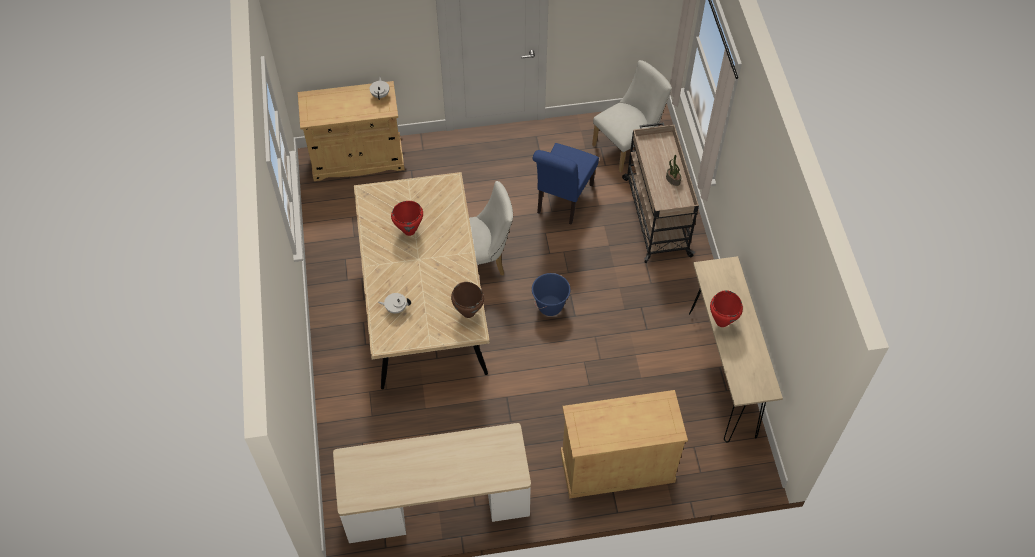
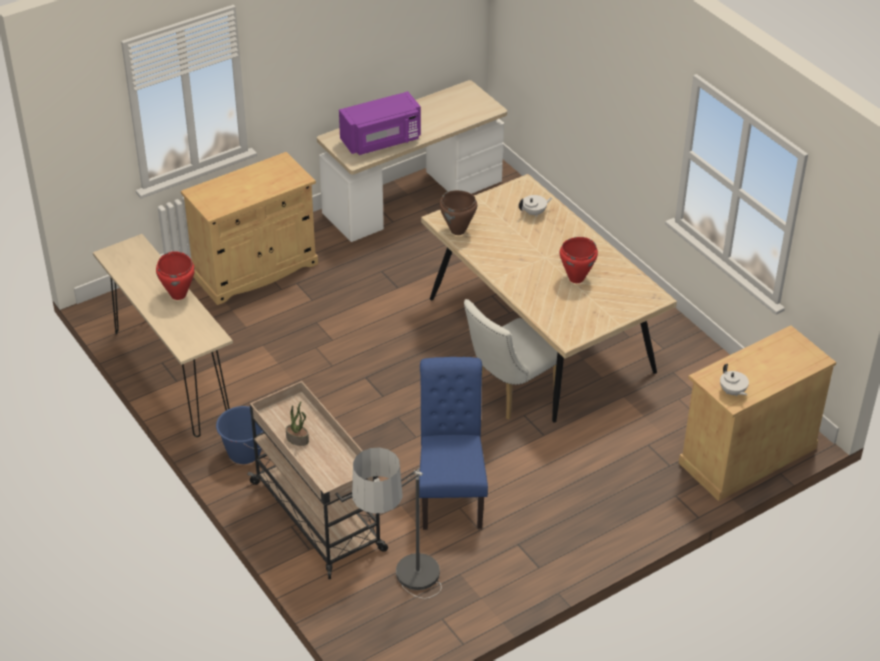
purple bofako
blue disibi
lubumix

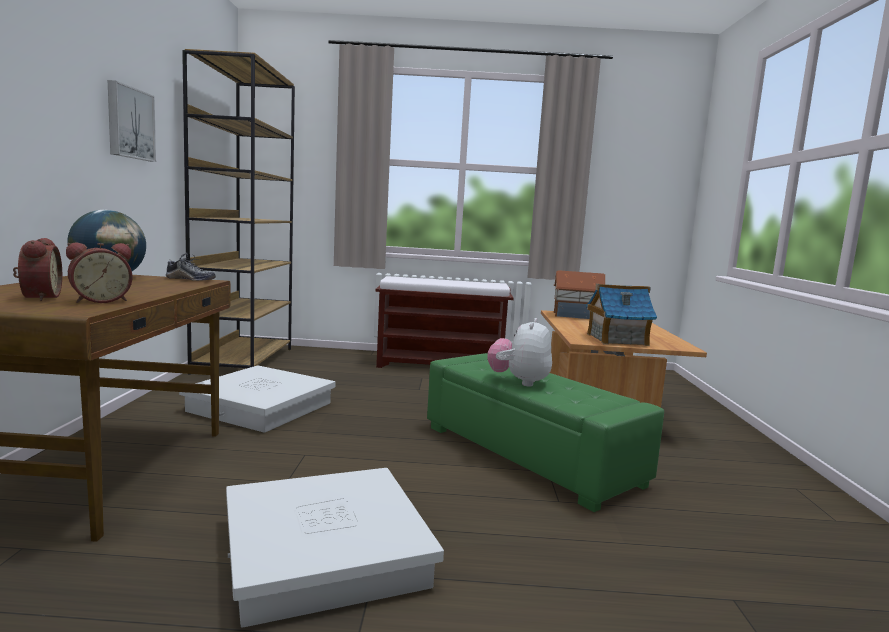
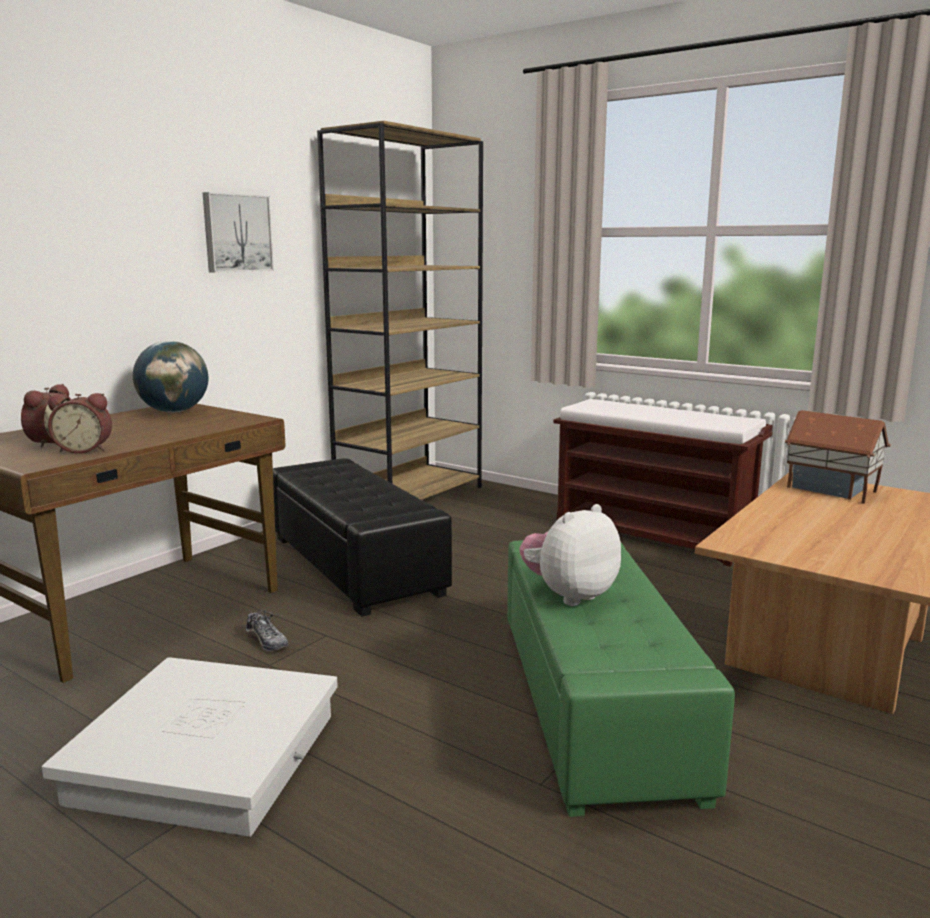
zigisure (2nd from left in the first image)
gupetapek
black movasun

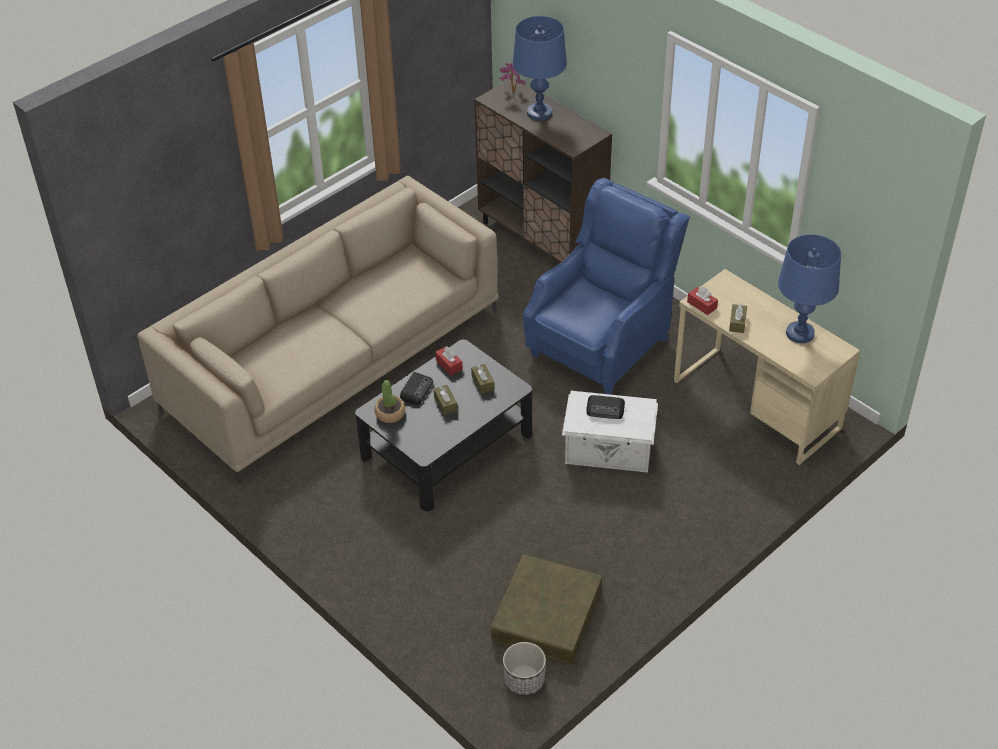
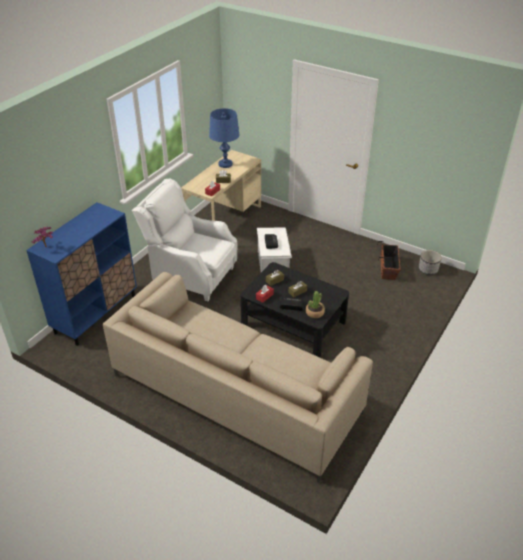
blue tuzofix (1st from left in the first image)
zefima (1st from left)
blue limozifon
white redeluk

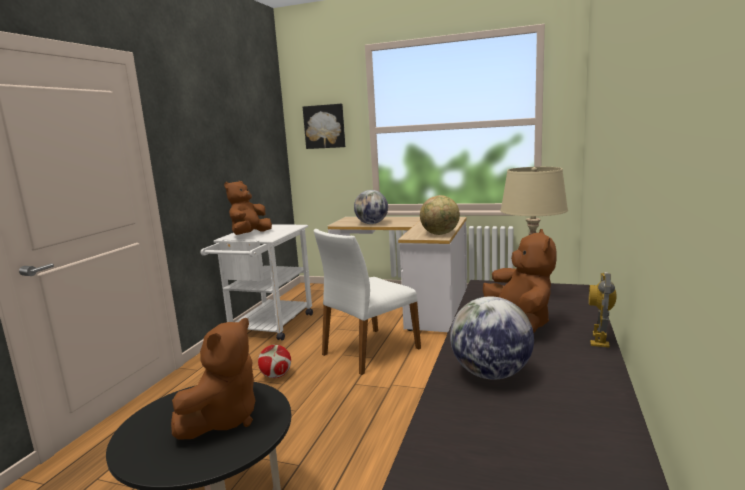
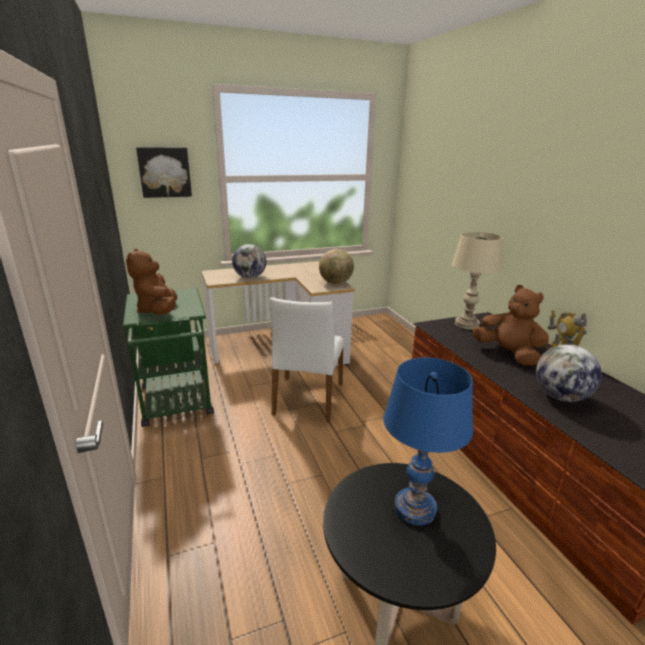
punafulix
blue tuzofix
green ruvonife

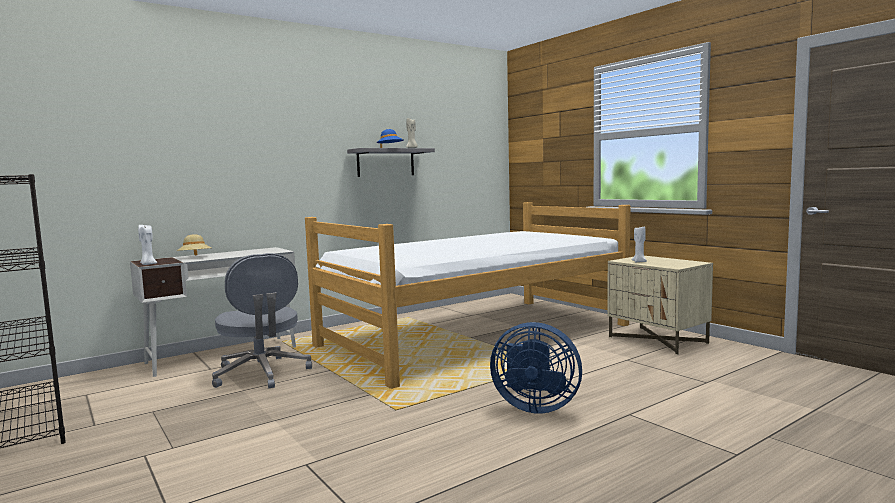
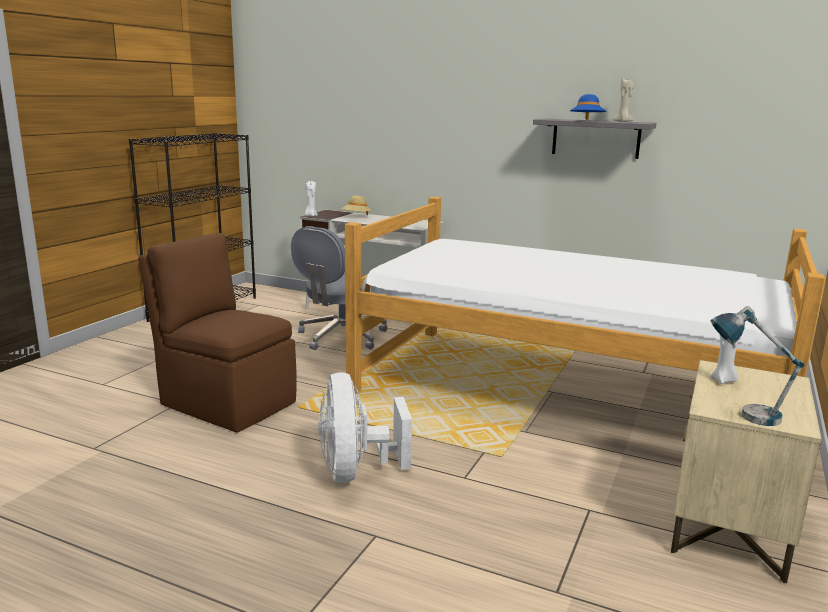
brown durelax
tuzofix
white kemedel

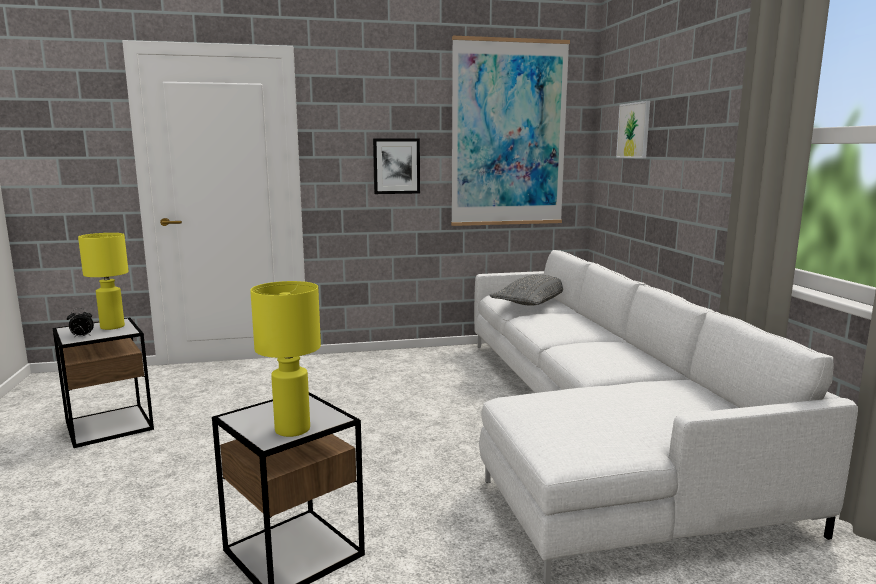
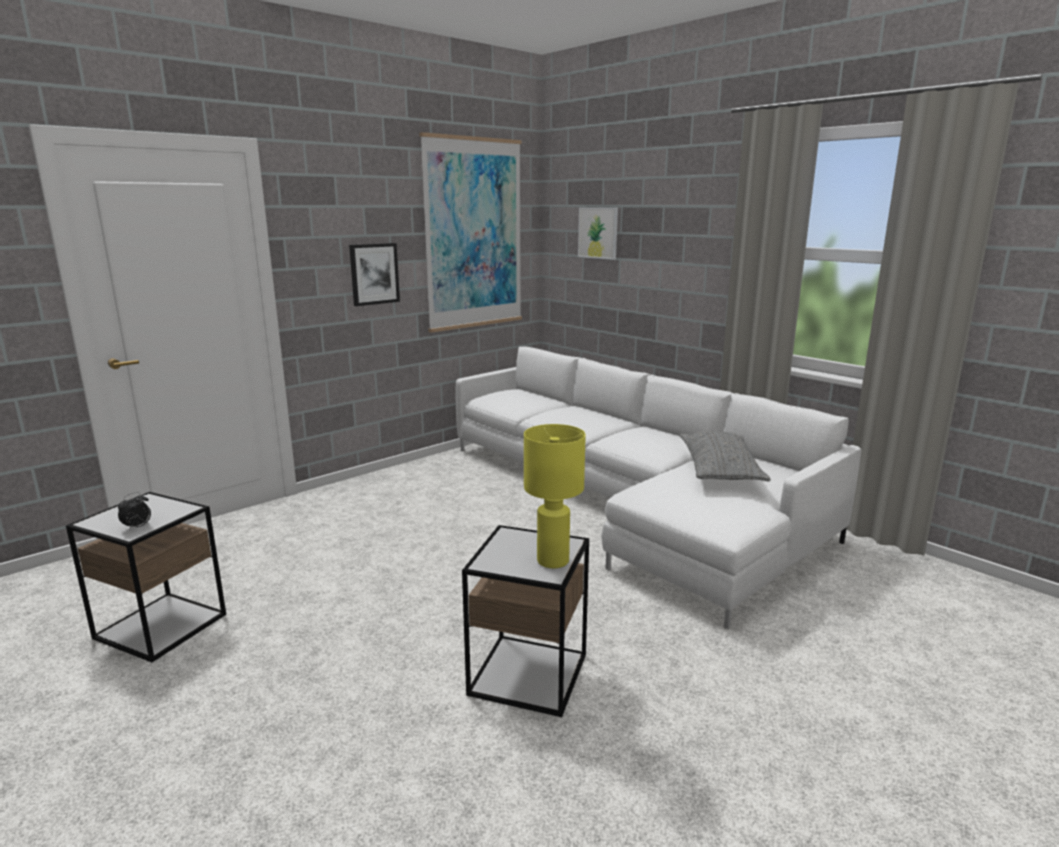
yellow tuzofix (1st from left in the first image)
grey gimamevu

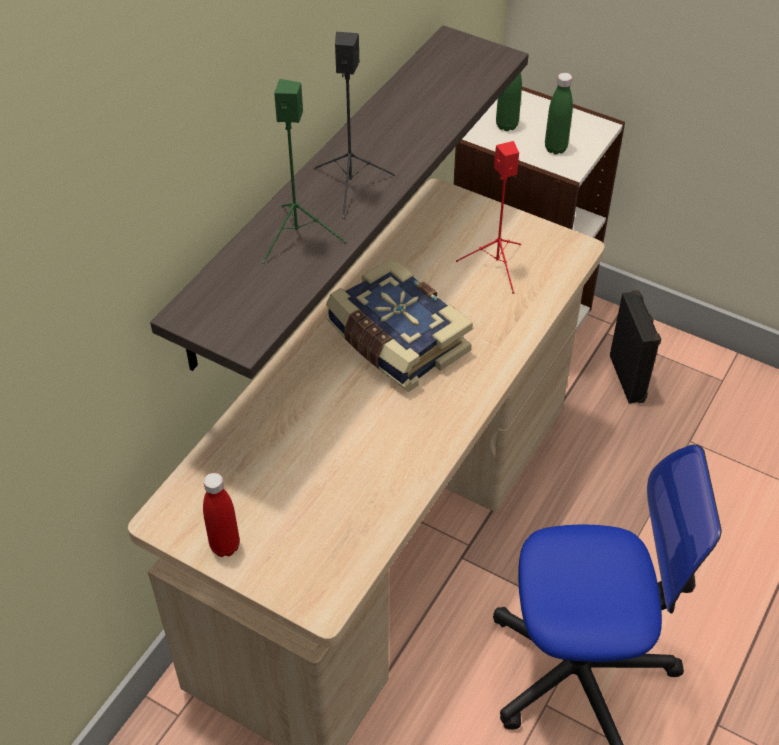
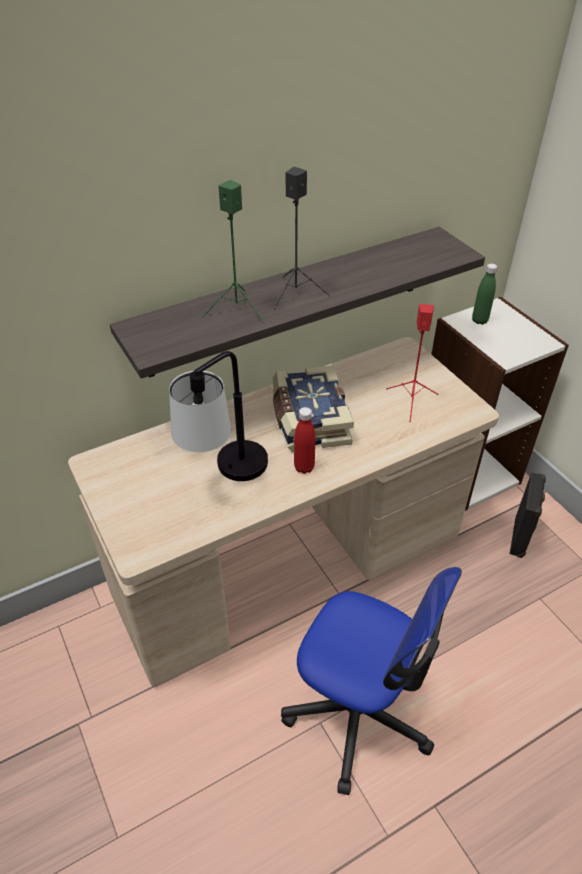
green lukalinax (2nd from left in the first image)
tuzofix
red lukalinax

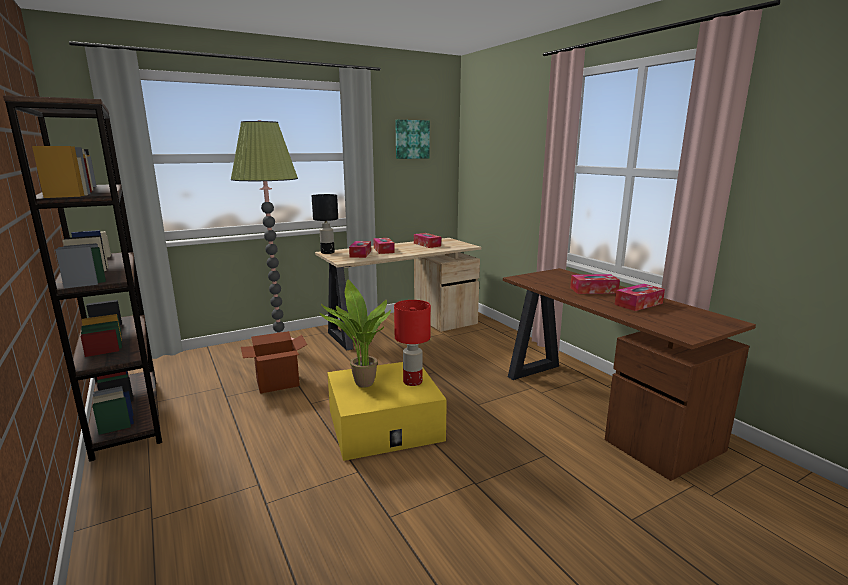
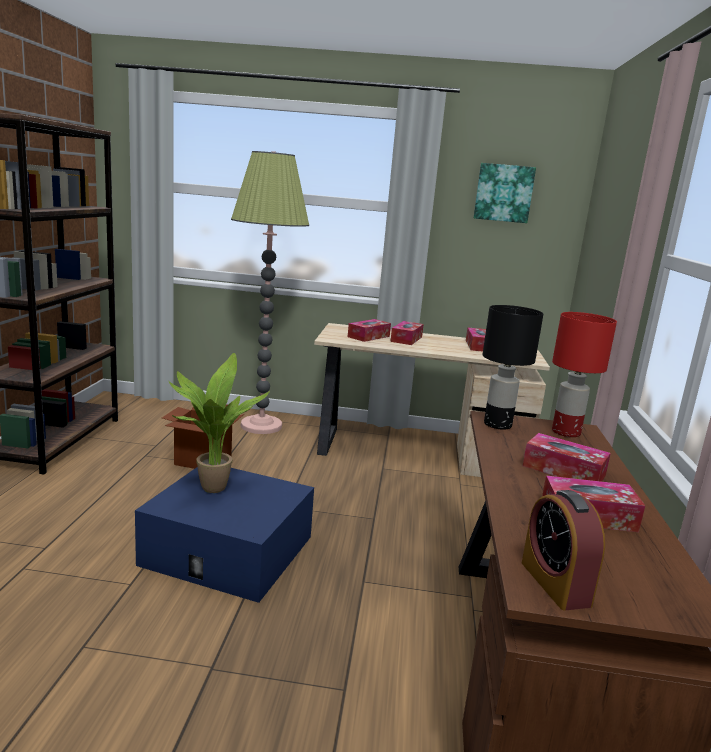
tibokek
black tuzofix
red tuzofix
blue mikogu

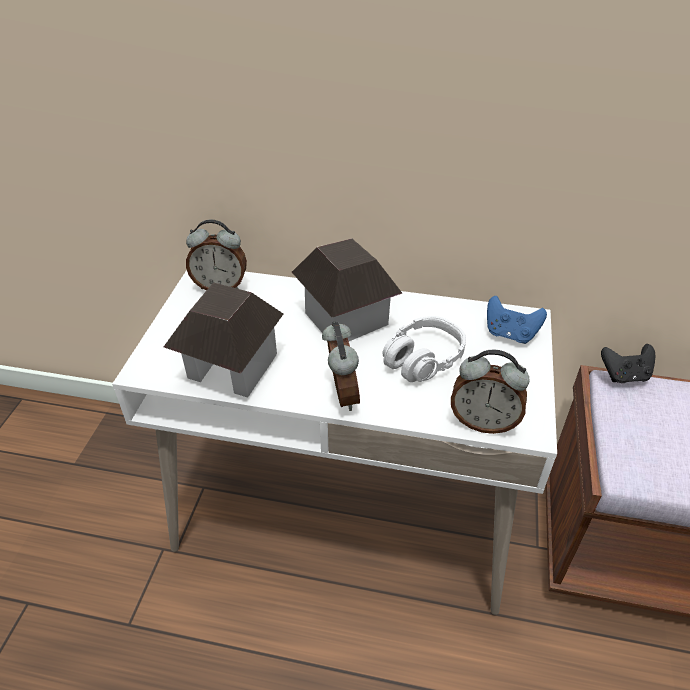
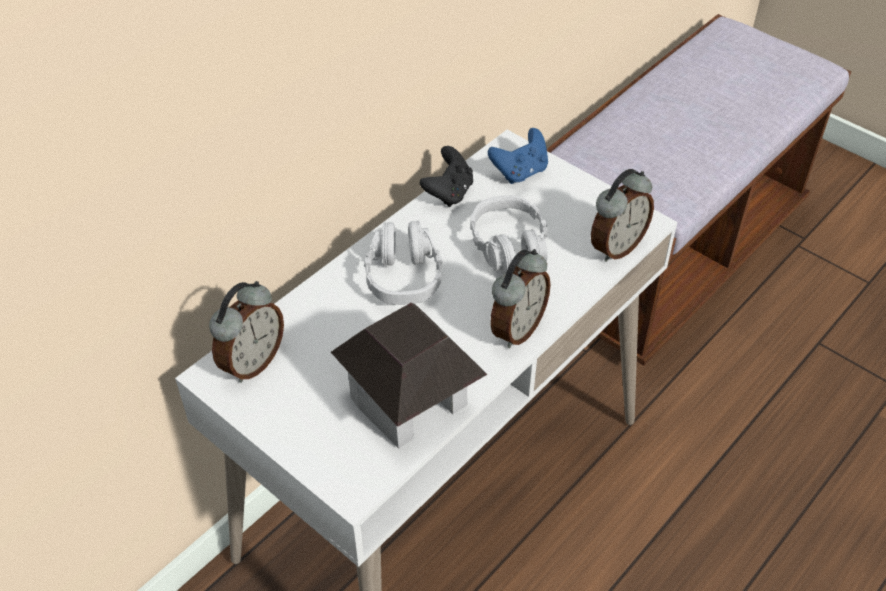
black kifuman
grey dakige (1st from left)
tibokek (2nd from left)

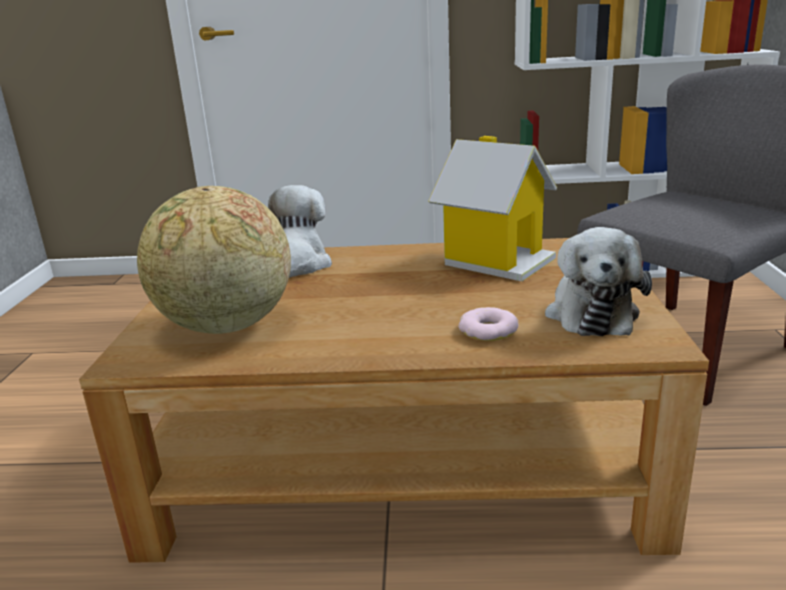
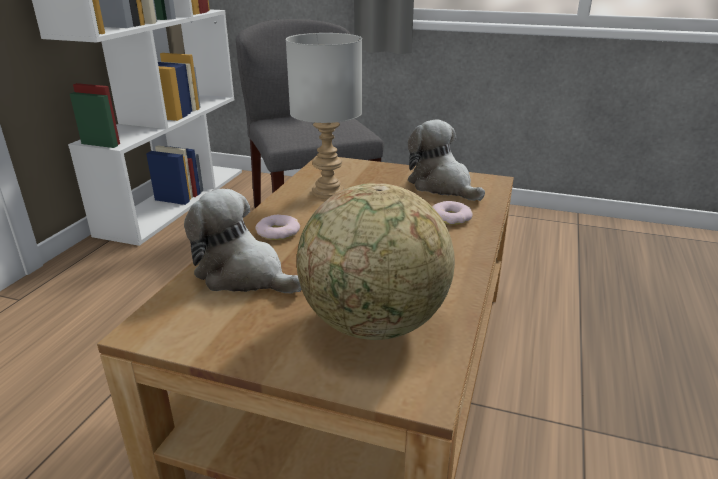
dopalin (1st from left)
grey tuzofix
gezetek (2nd from left)

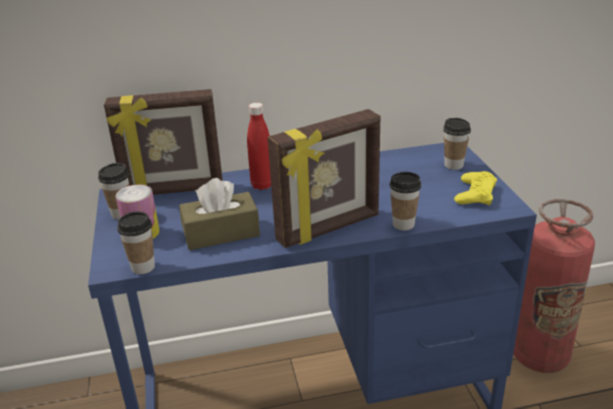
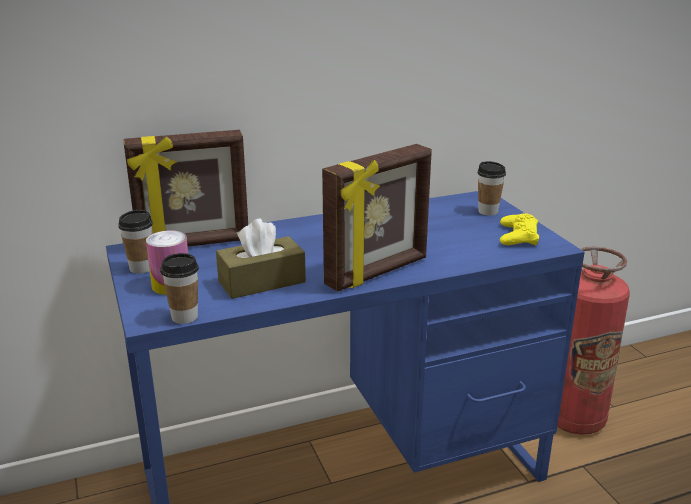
red lukalinax
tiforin (3rd from left in the first image)

